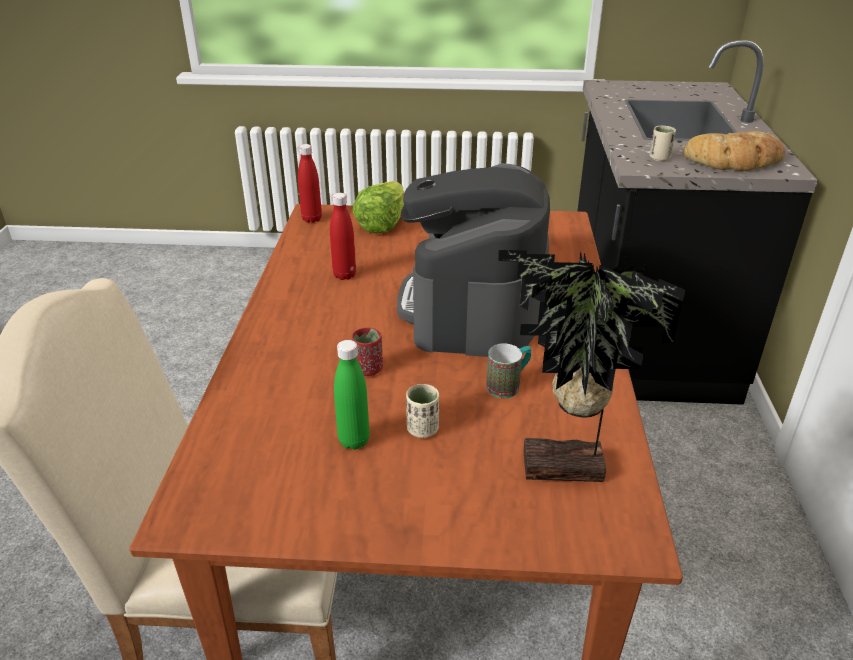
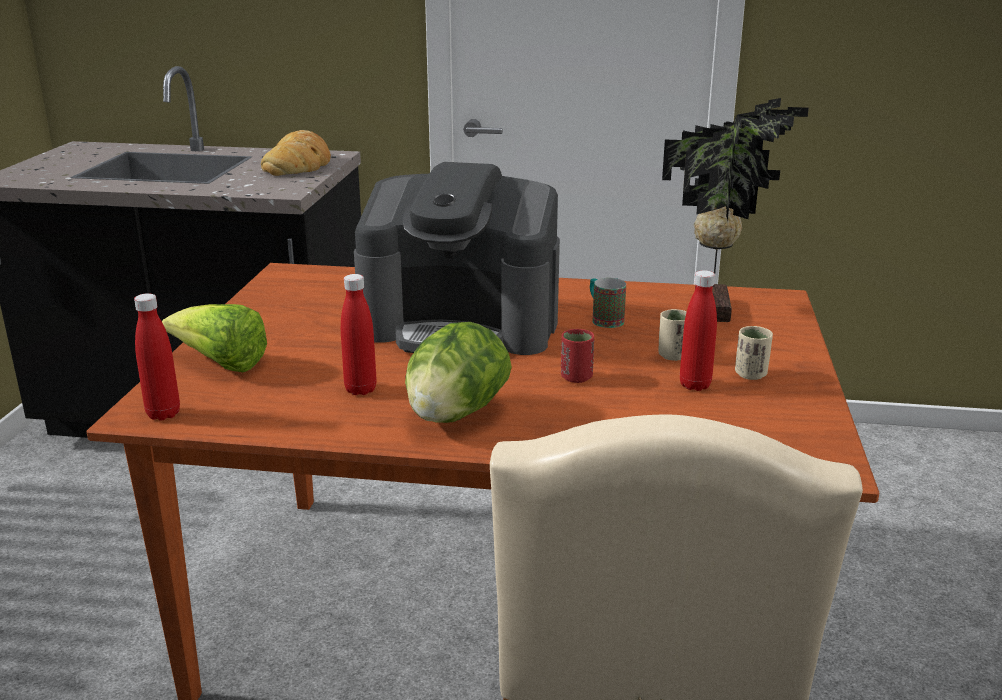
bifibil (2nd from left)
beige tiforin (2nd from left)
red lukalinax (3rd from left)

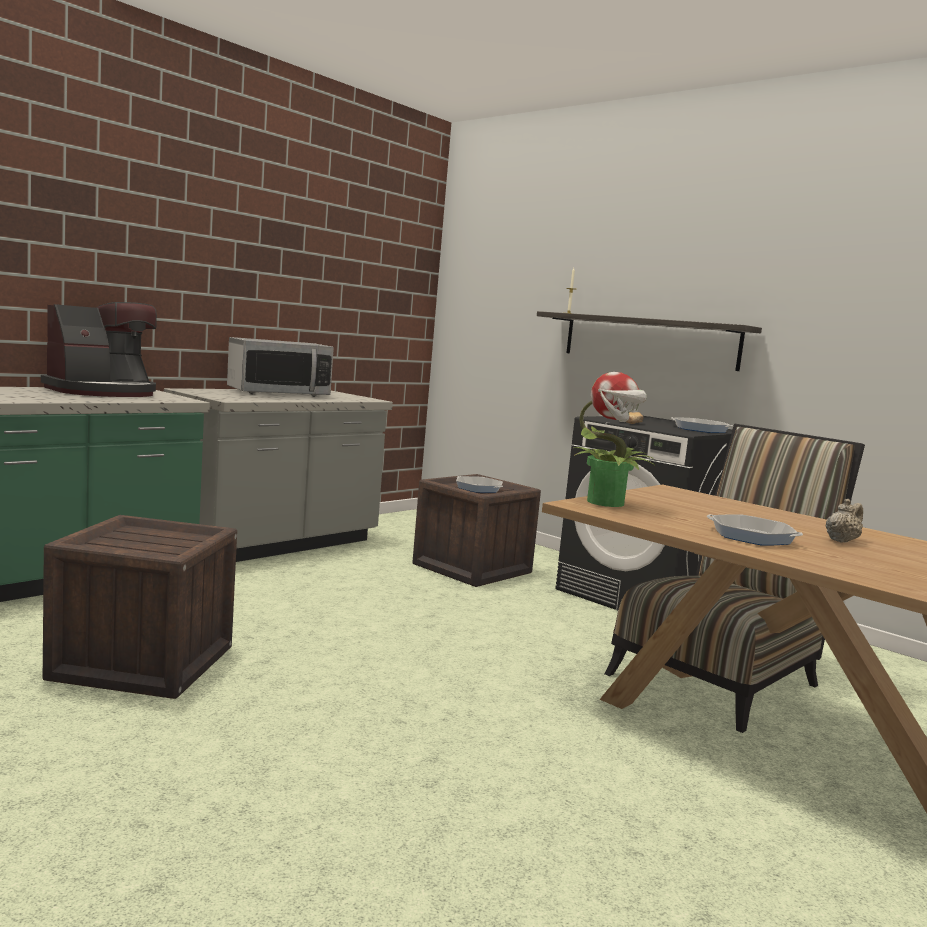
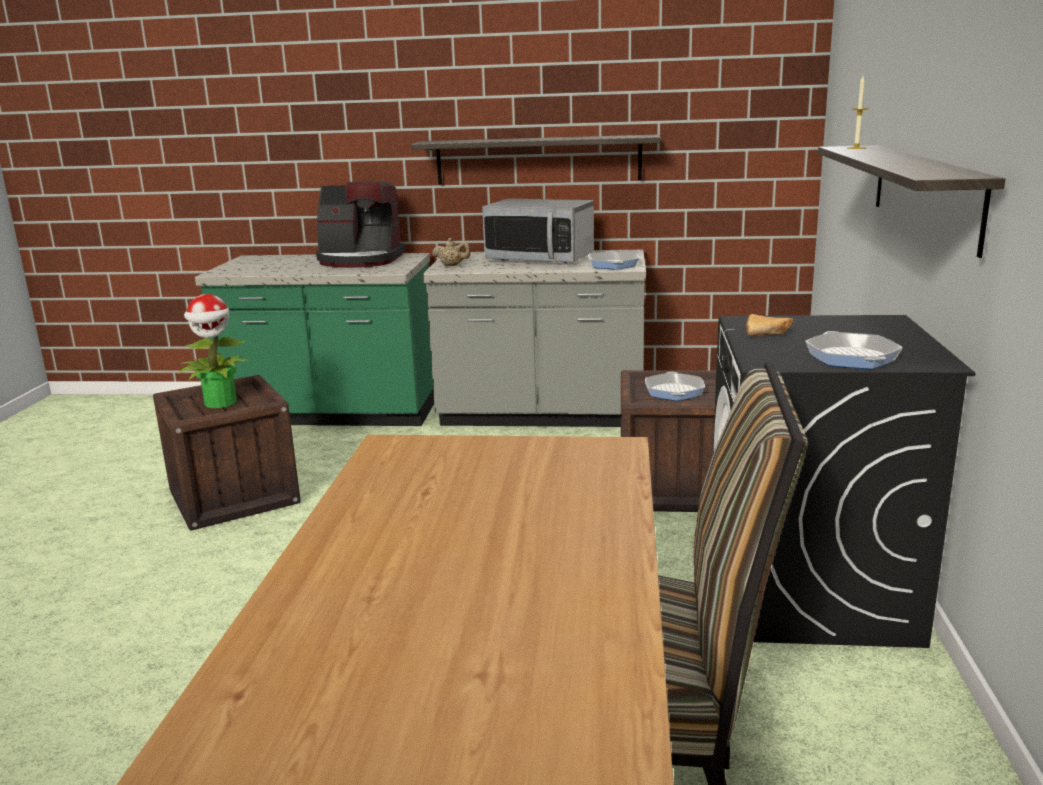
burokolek (1st from left)
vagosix
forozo (1st from left)
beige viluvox

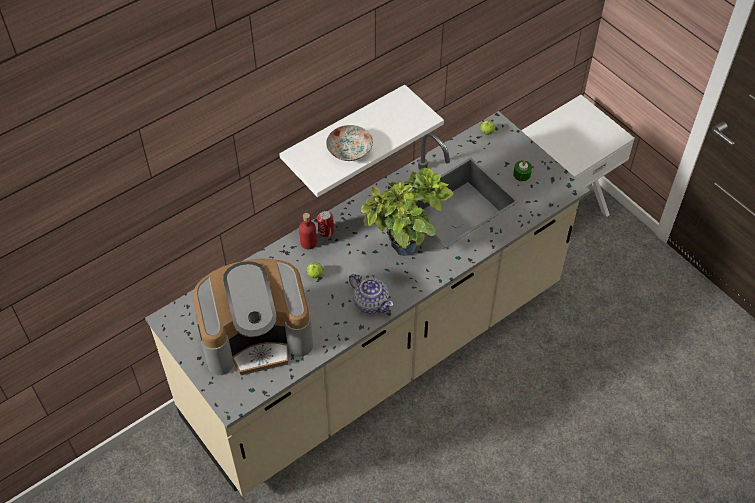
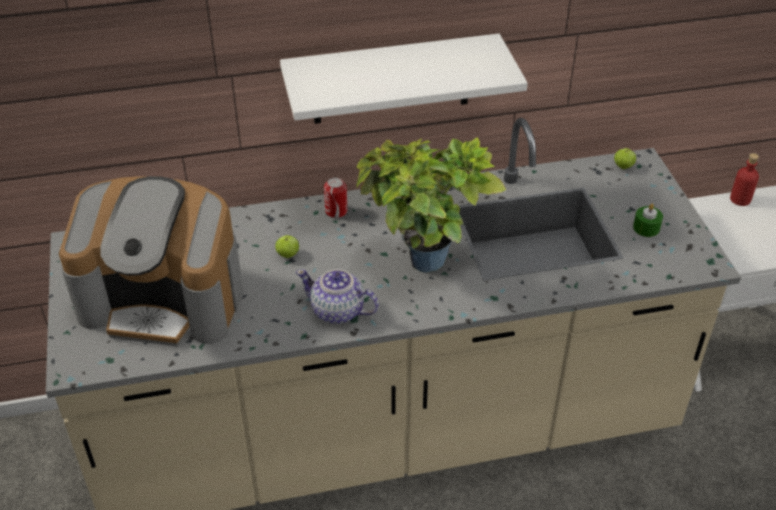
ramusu
red lukalinax
viluvox

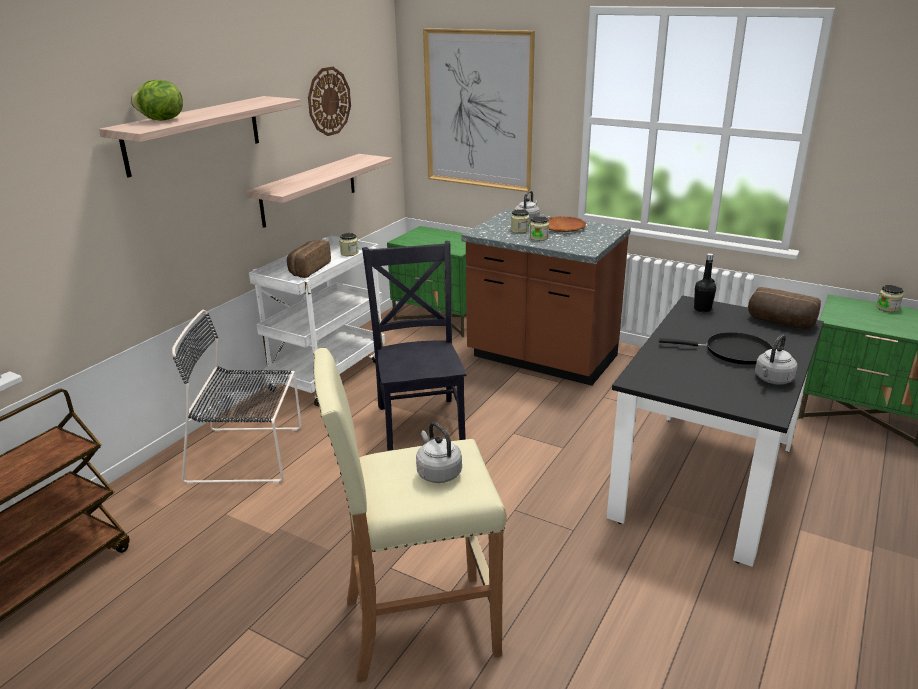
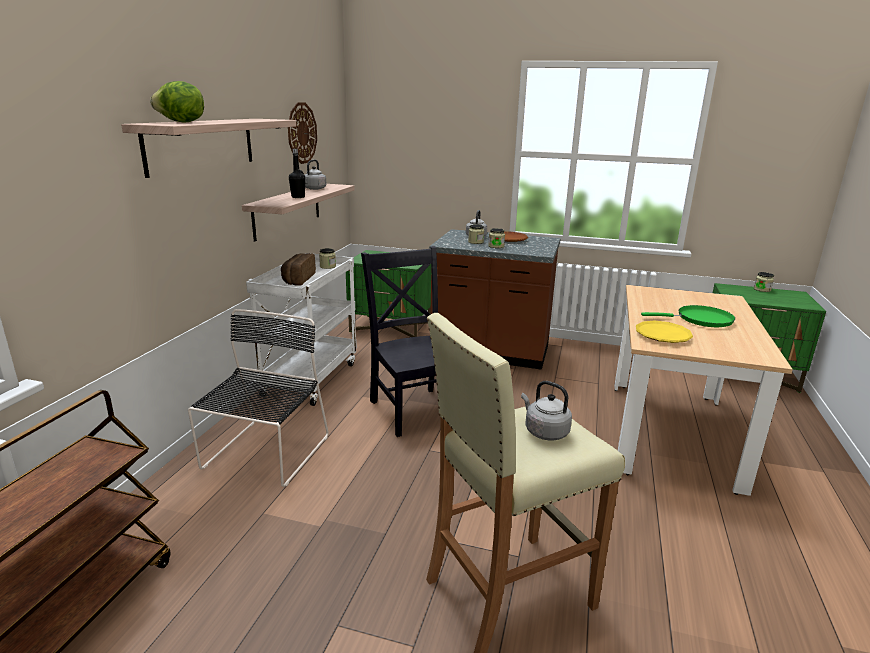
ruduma
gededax (2nd from left in the first image)
yellow ramusu
black lukalinax
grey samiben (1st from left)
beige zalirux
green forozo
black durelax (1st from left)

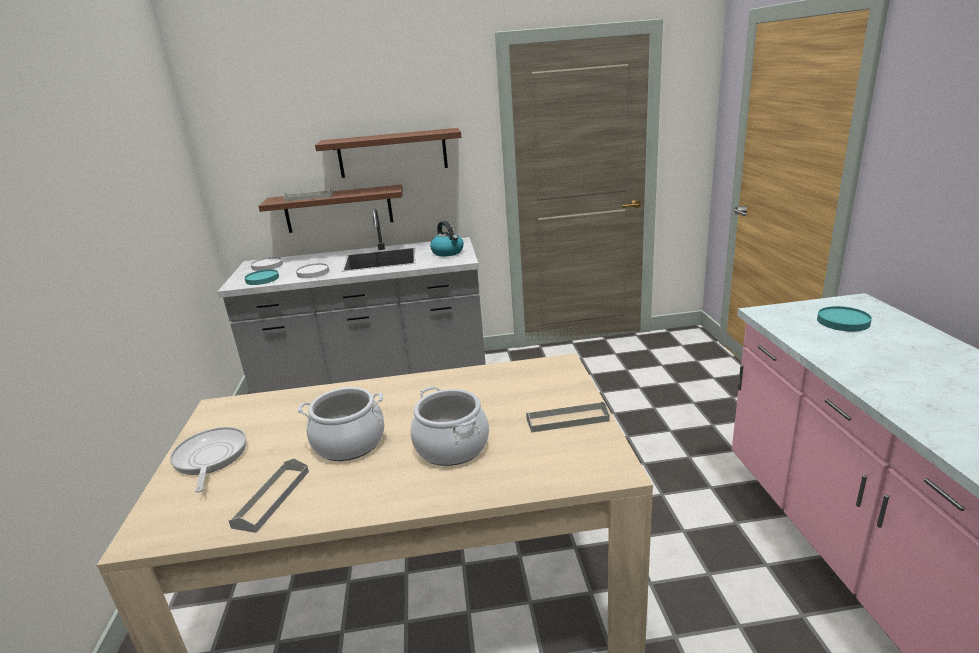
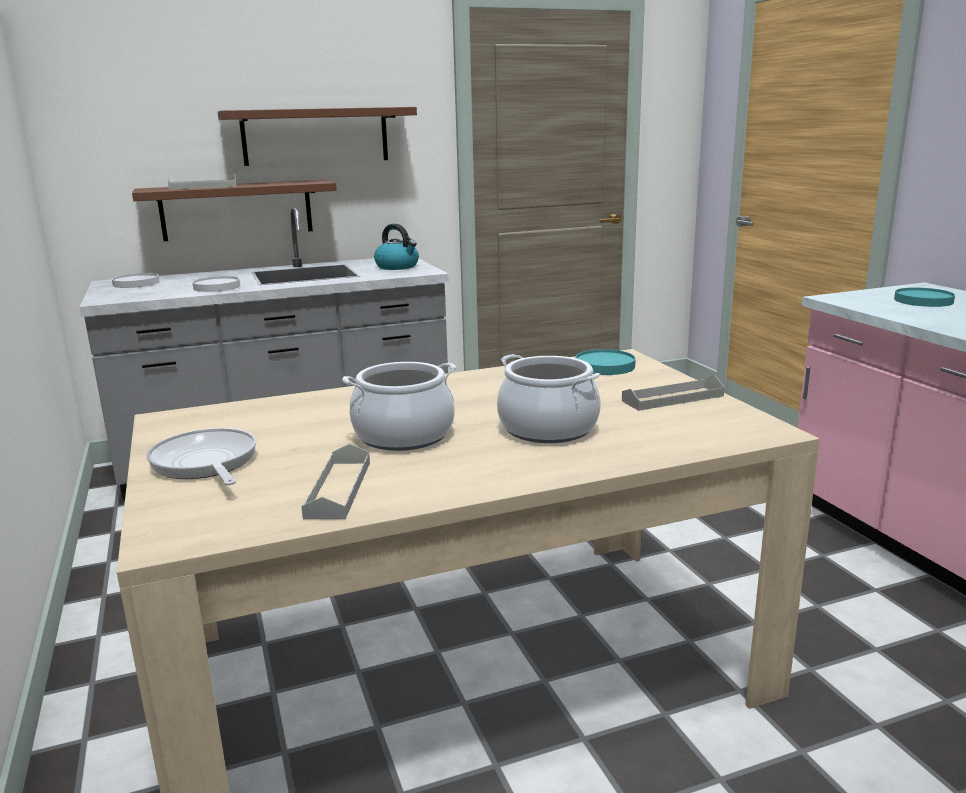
turquoise ramusu (1st from left)

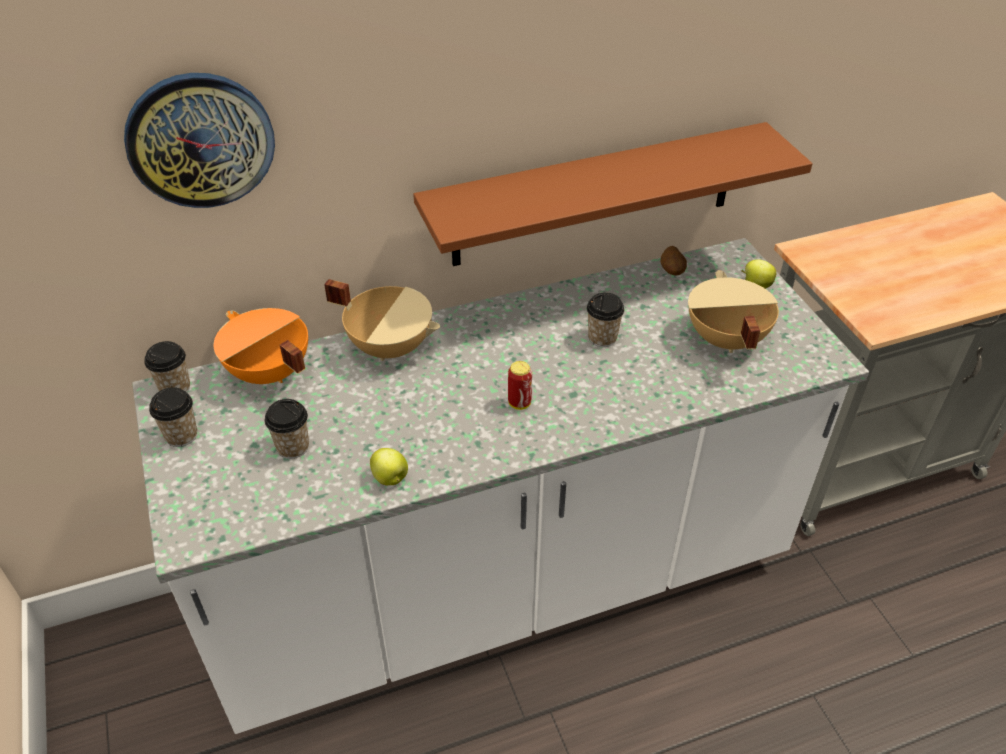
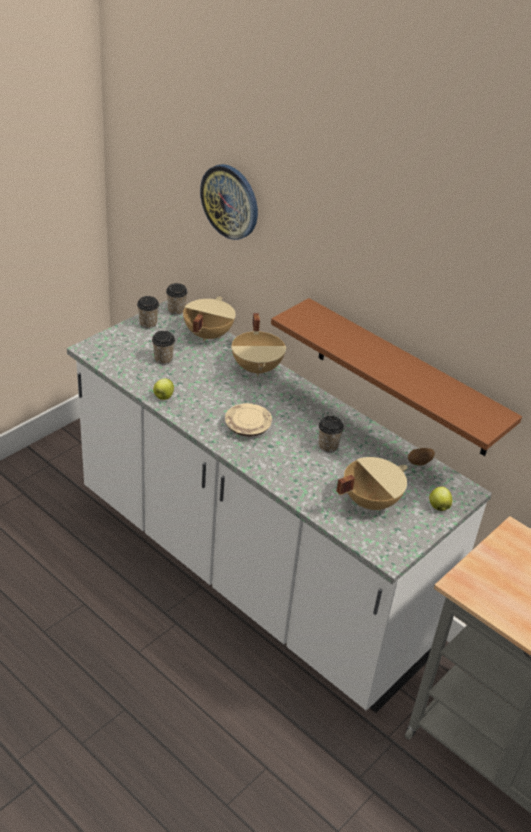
beige ramusu
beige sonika (1st from left)

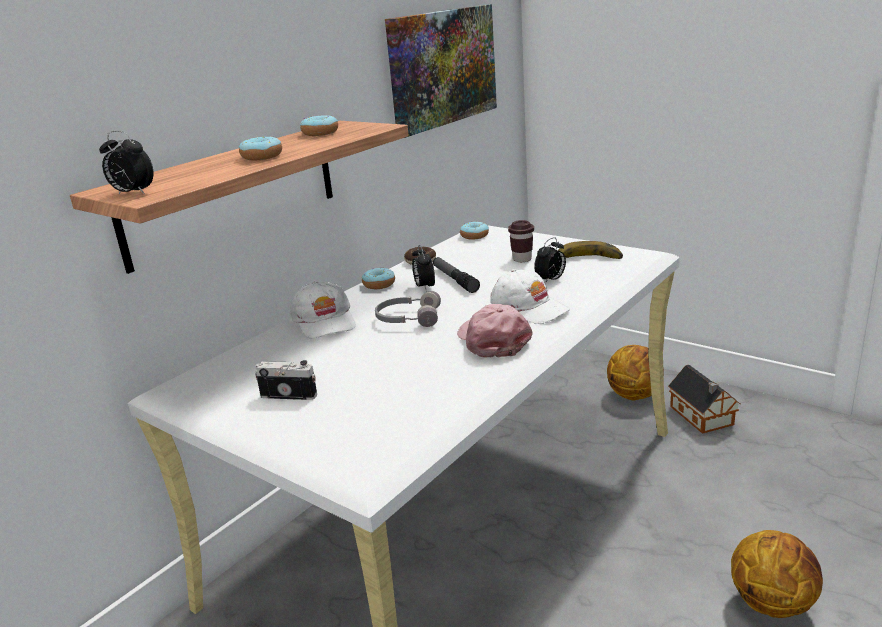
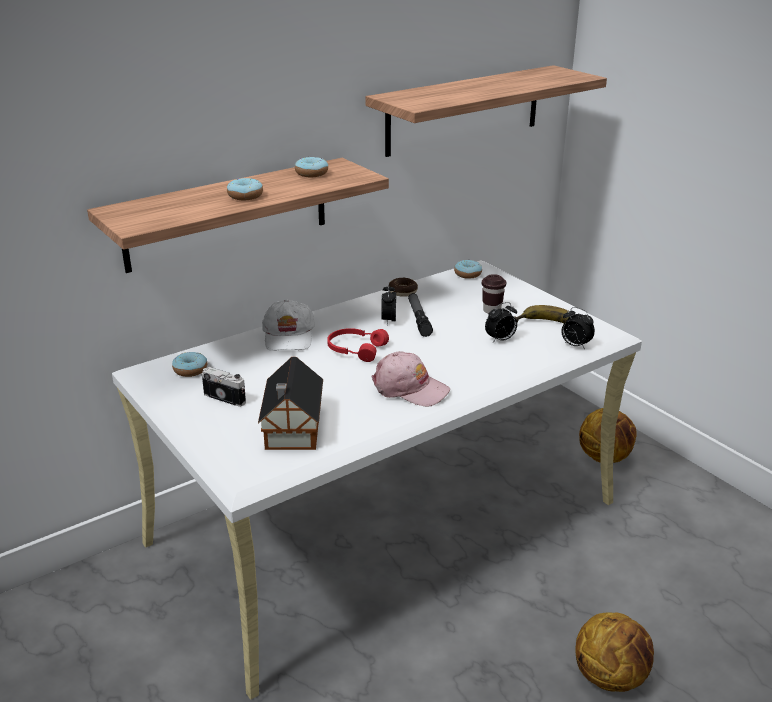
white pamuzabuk (2nd from left in the first image)
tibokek (3rd from left)
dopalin (1st from left)
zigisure
burokolek (2nd from left)
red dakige
pink pamuzabuk

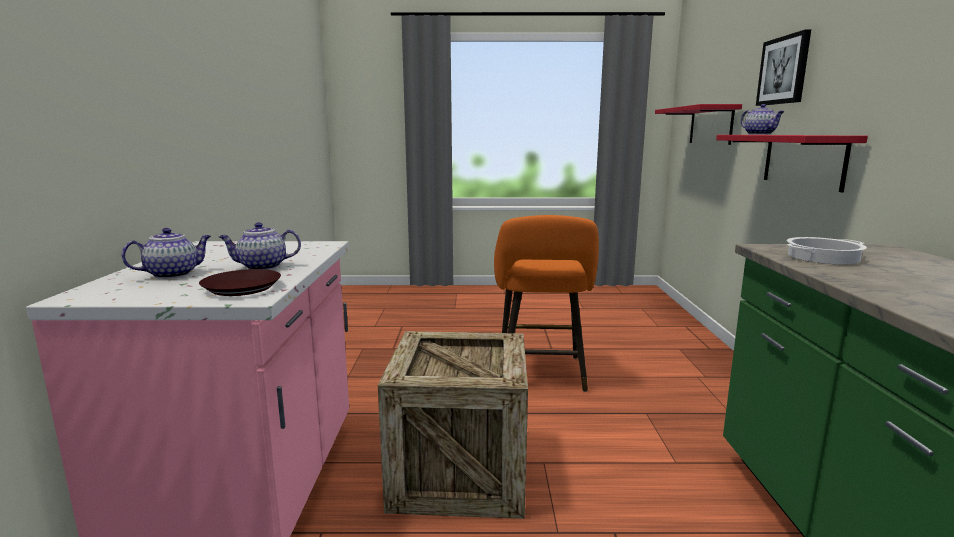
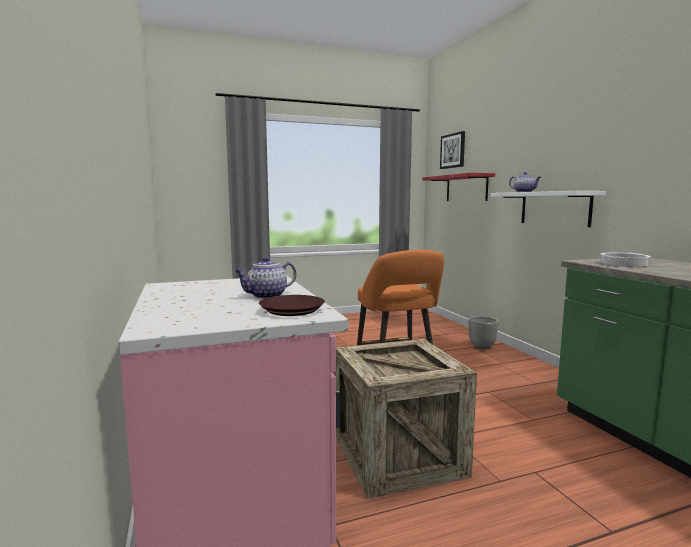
viluvox (1st from left in the first image)
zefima
ruduma
white burokolek

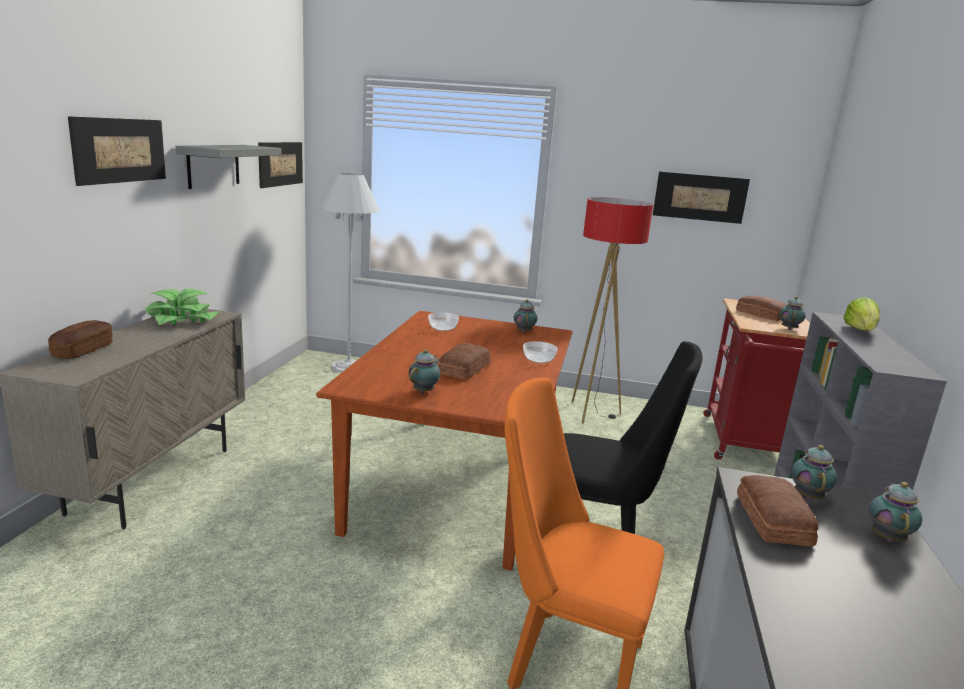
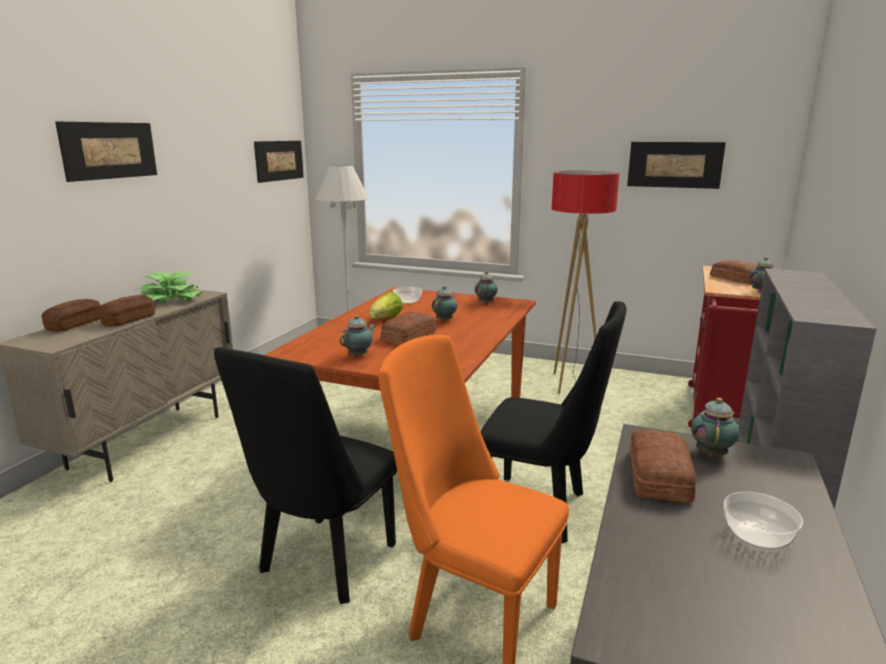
grey burokolek
gededax (2nd from left)
black durelax (1st from left)
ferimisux (2nd from left)
bifibil
viluvox (2nd from left)

